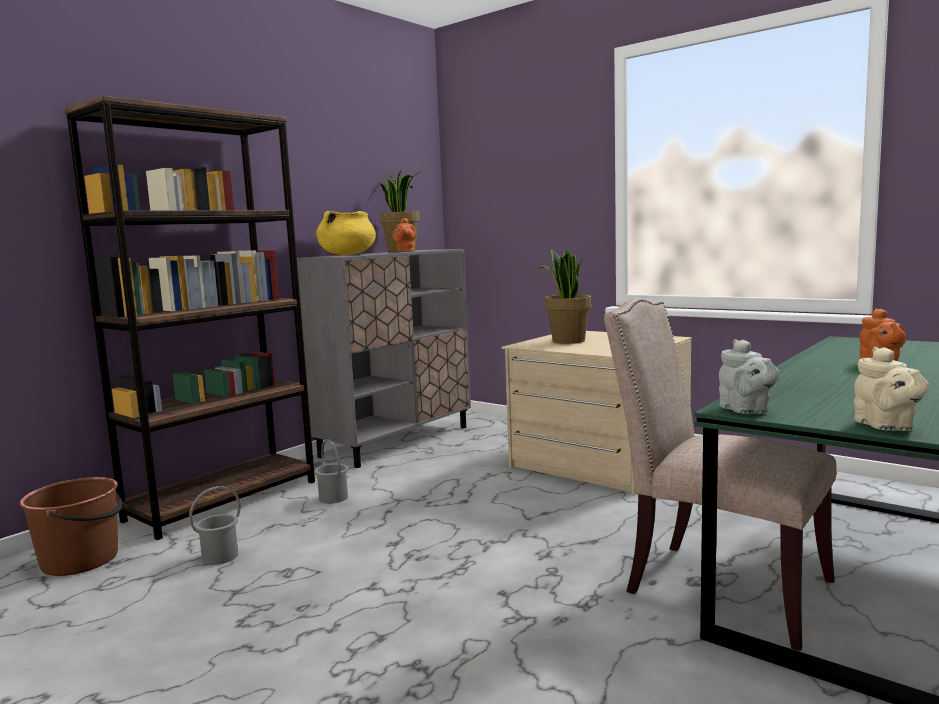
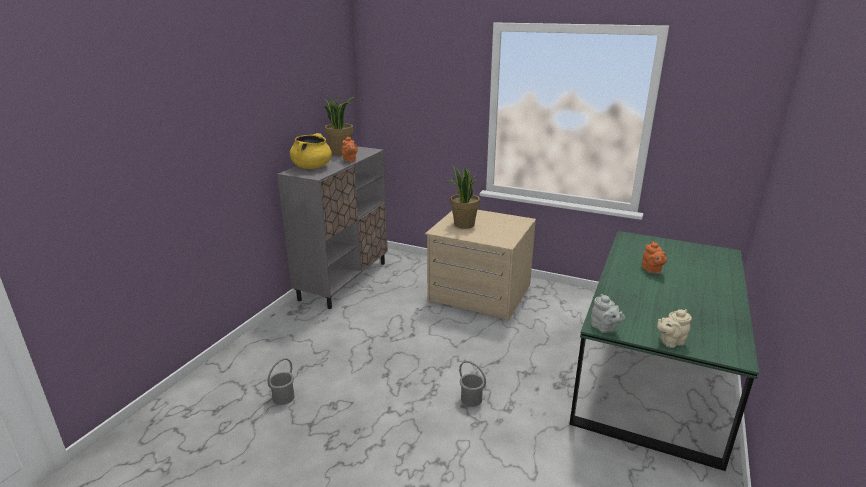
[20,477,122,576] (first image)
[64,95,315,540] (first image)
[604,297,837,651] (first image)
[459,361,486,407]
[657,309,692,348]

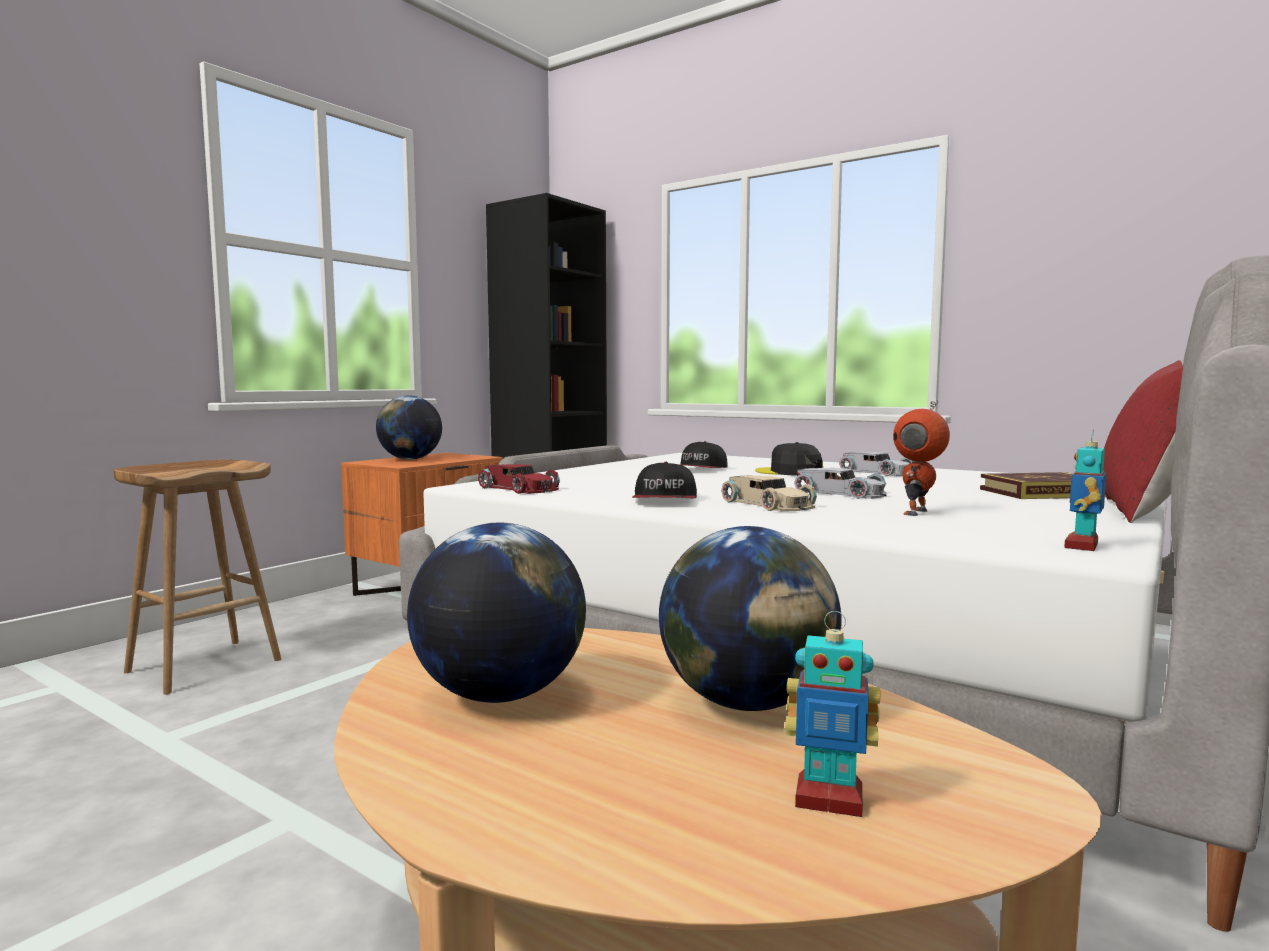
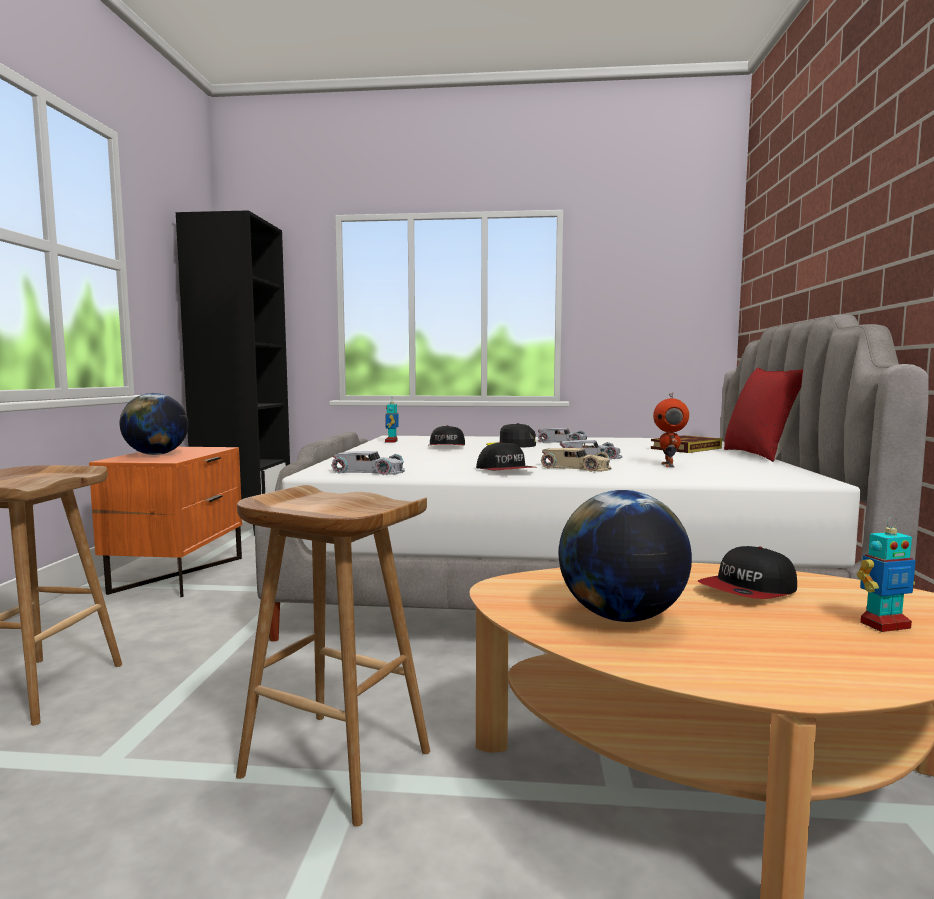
[236,485,430,827]
[385,397,399,443]
[698,546,797,599]
[331,451,405,475]

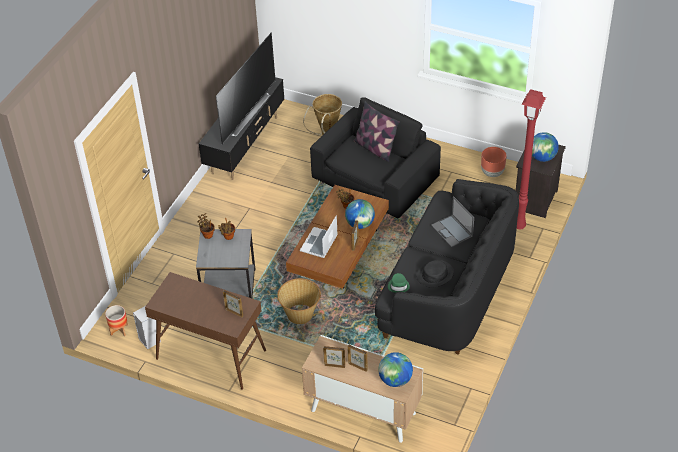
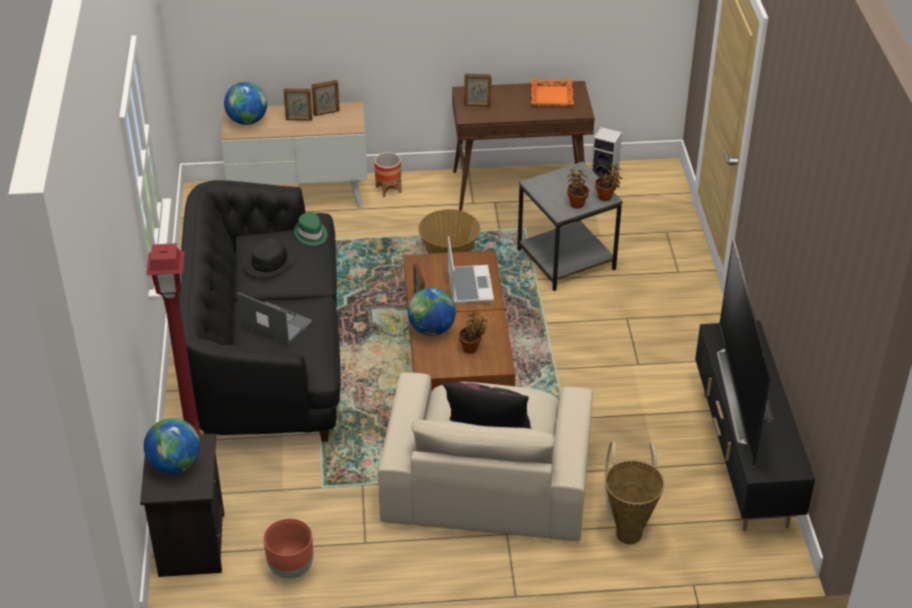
[531,79,574,106]
[374,152,402,197]
[378,372,593,541]

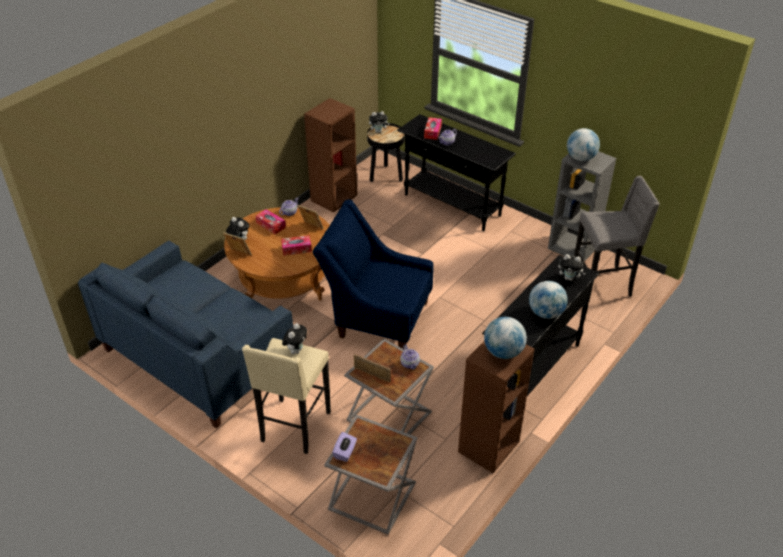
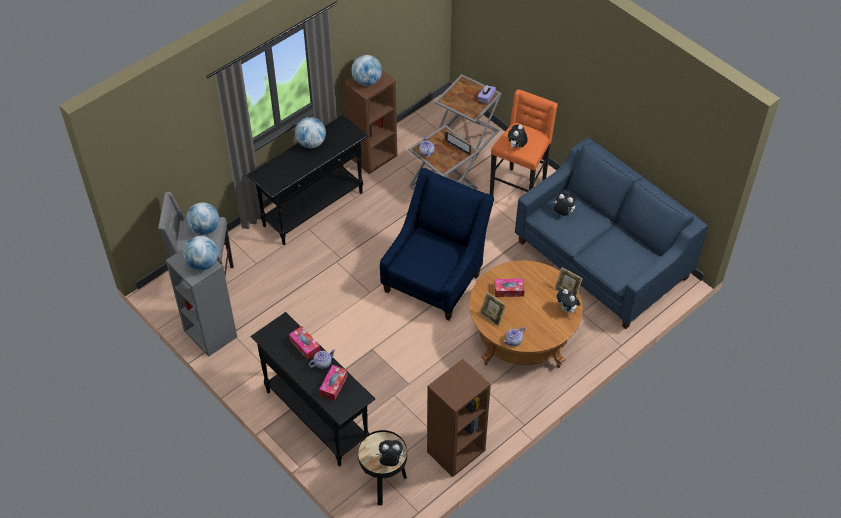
[186,202,219,235]
[289,326,321,360]
[553,193,577,216]
[490,89,558,196]
[380,168,494,320]

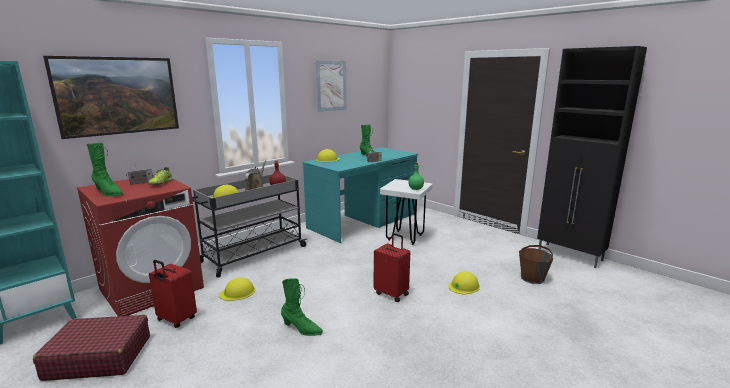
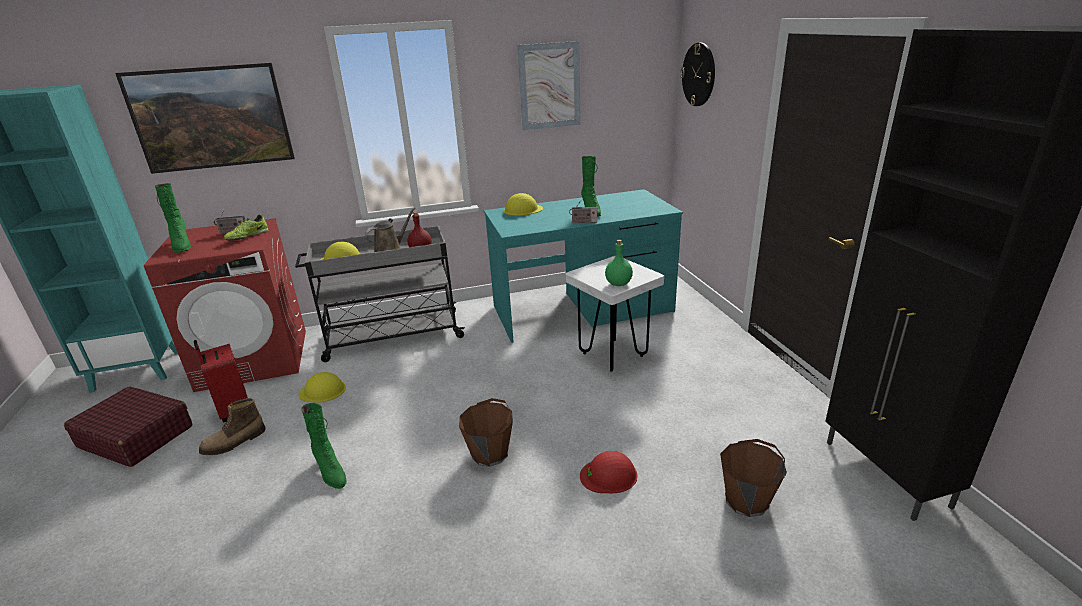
[199,398,266,455]
[680,43,715,106]
[459,398,513,467]
[580,451,638,493]

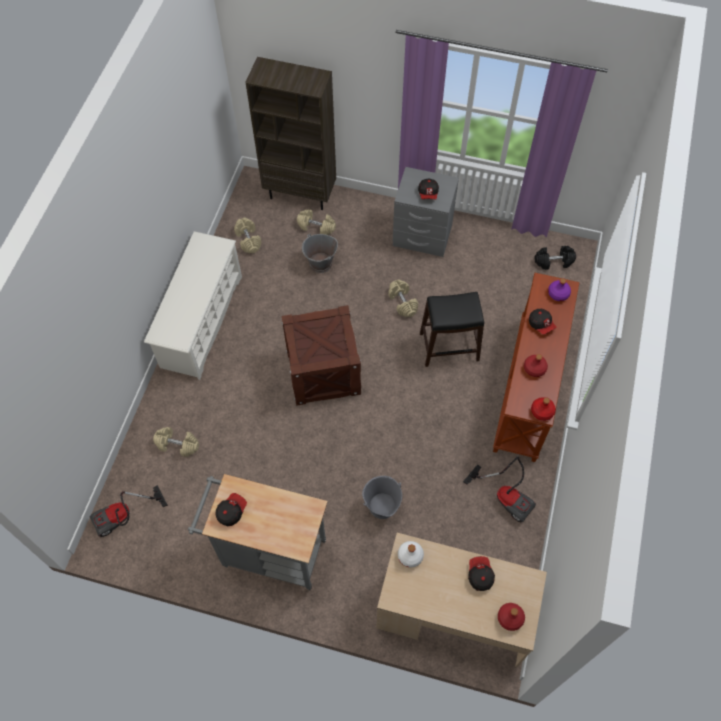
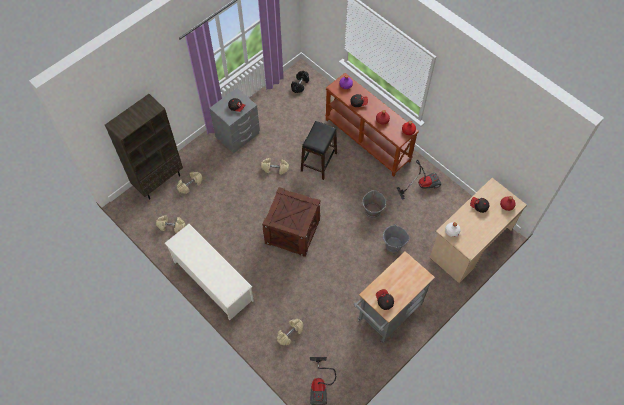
[361,190,387,218]

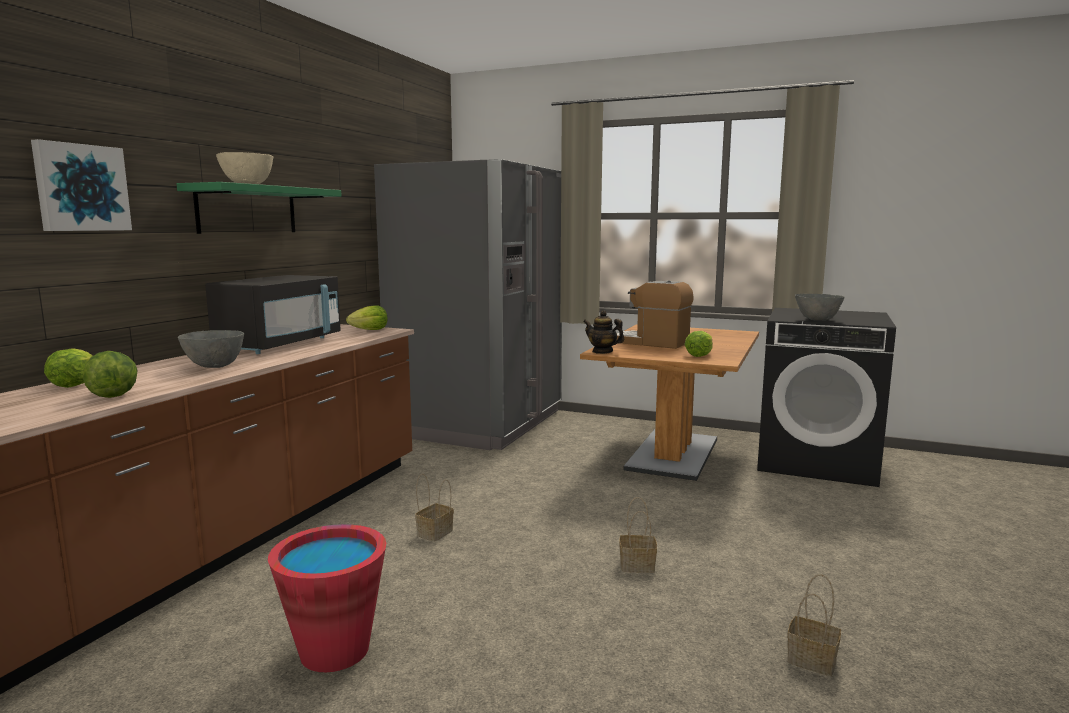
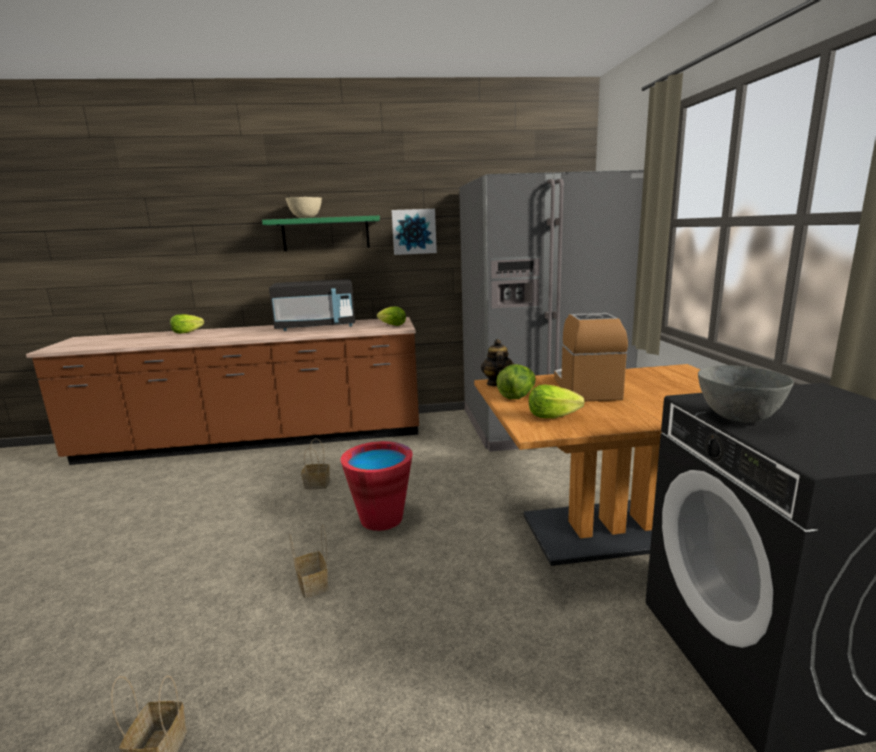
[178,330,244,368] (first image)
[391,209,437,255]
[496,364,536,399]
[341,441,413,531]

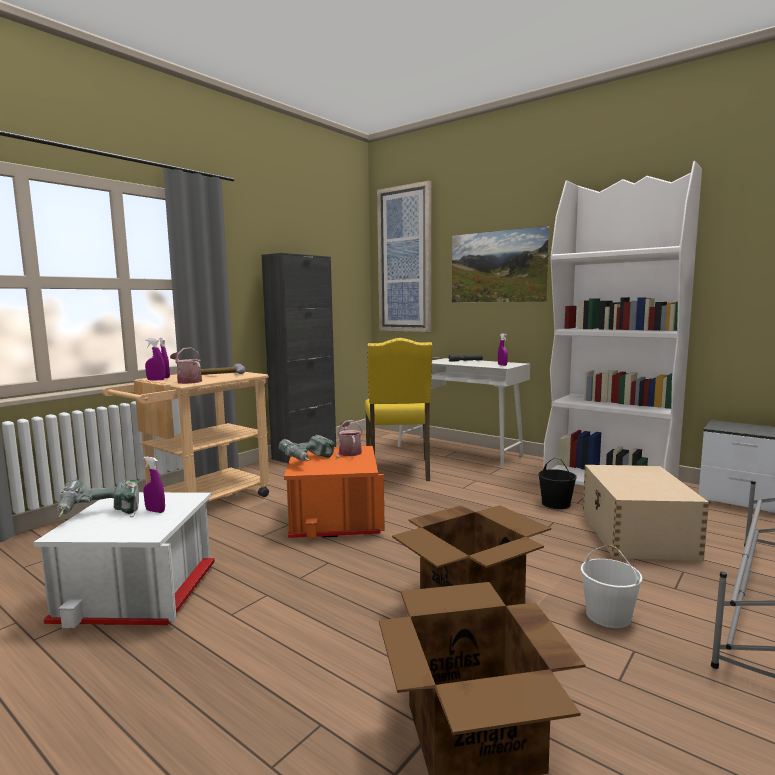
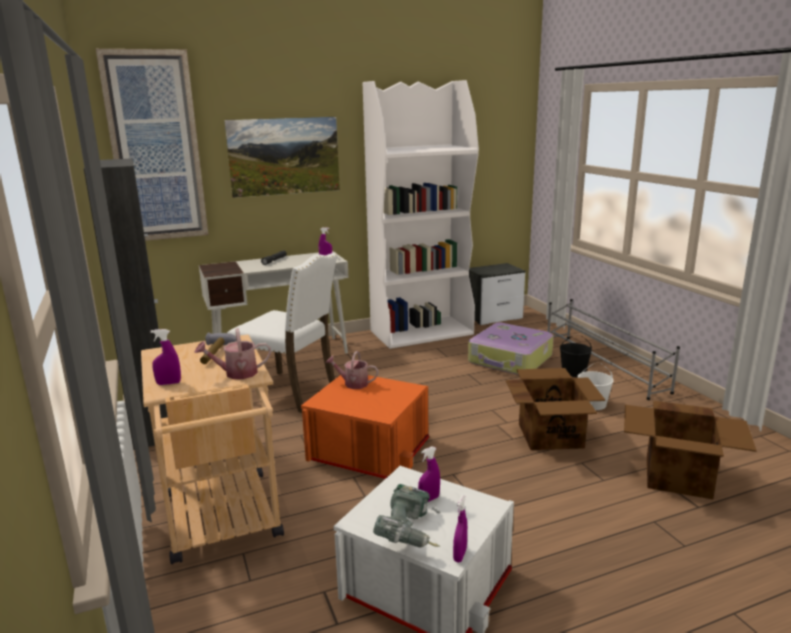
[279,435,340,461] (first image)
[453,495,467,562]
[560,334,592,377]
[468,322,554,375]
[227,253,337,413]

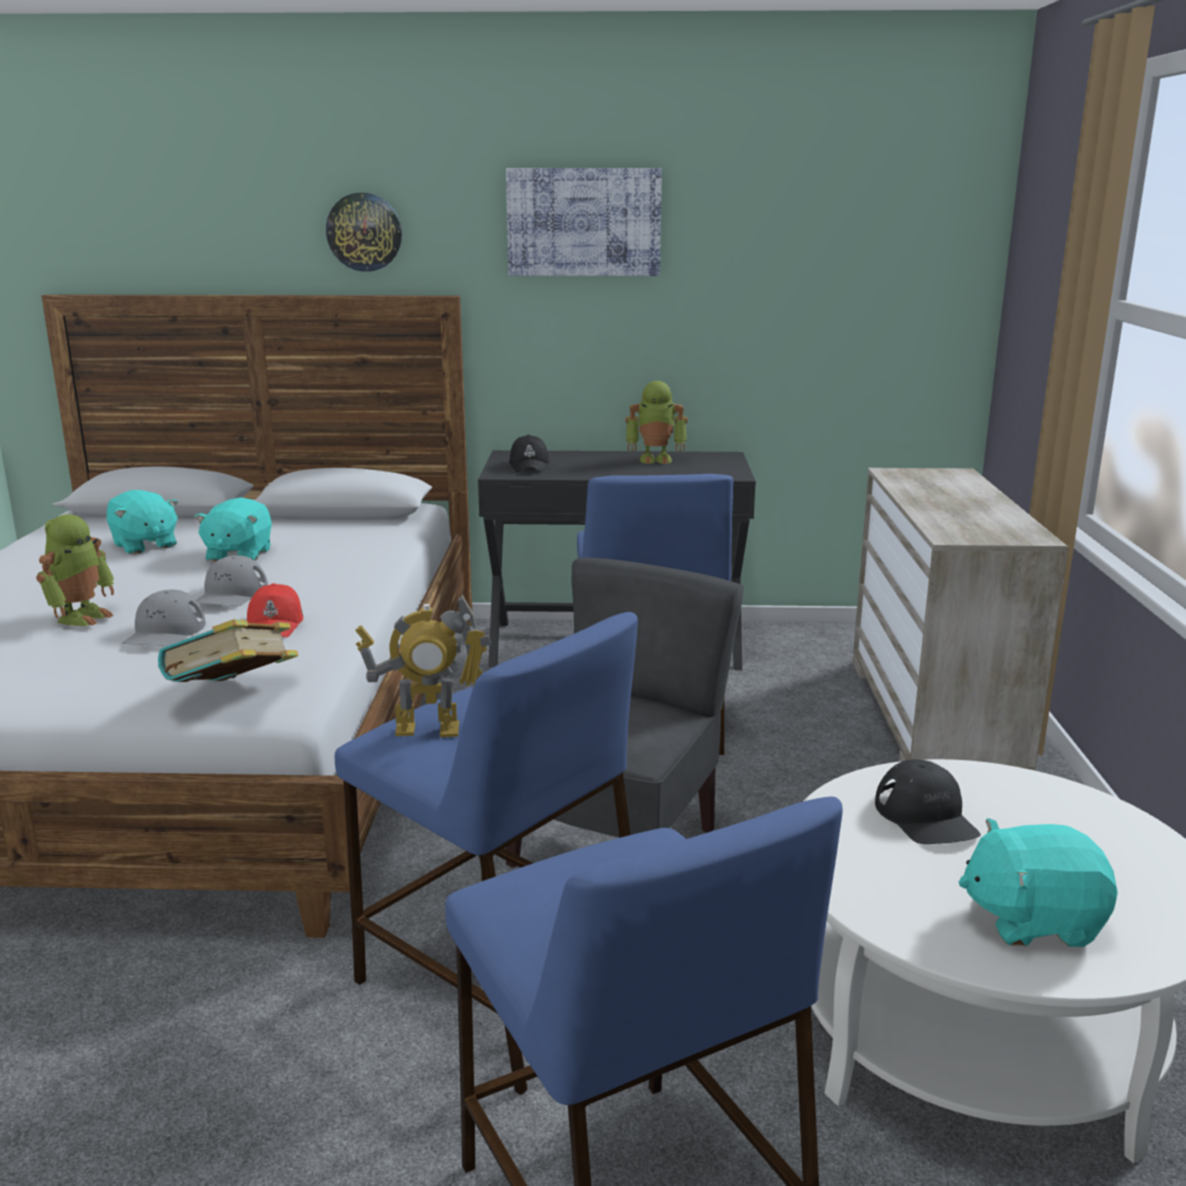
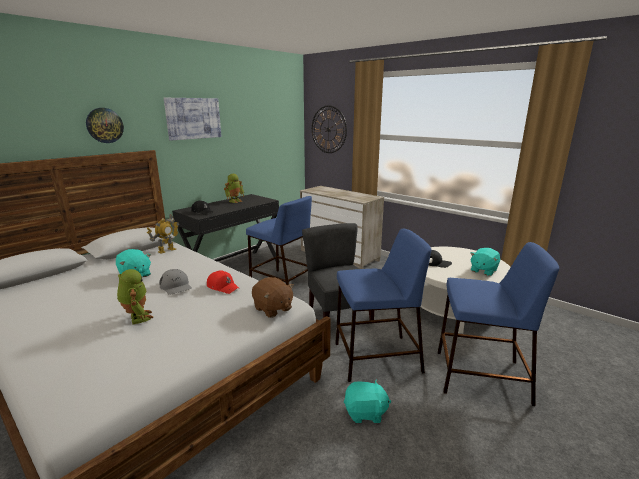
[122,590,206,646] (first image)
[312,105,347,153]
[344,379,391,423]
[147,214,179,254]
[252,277,294,318]

